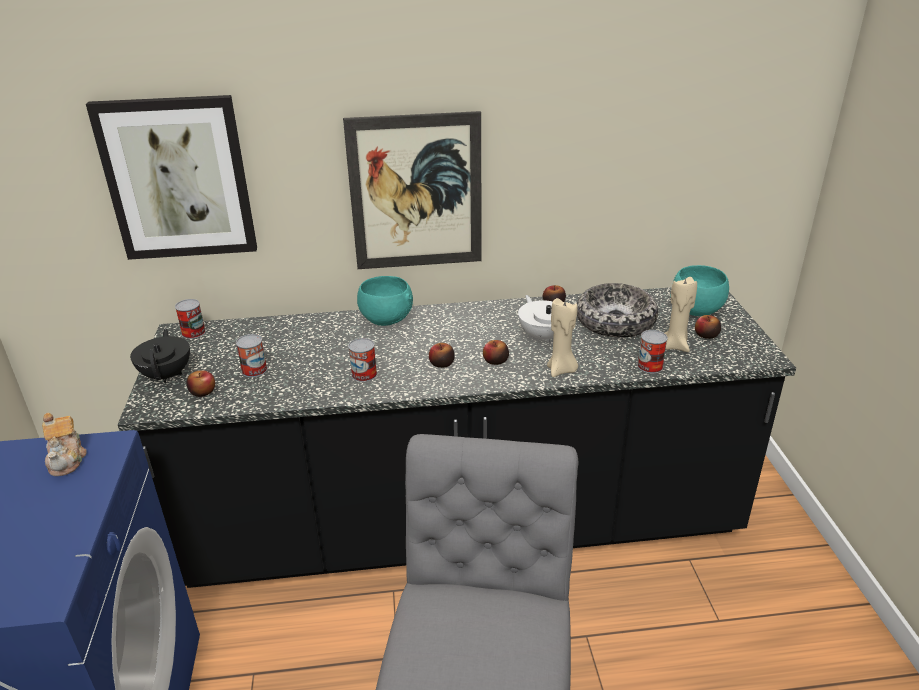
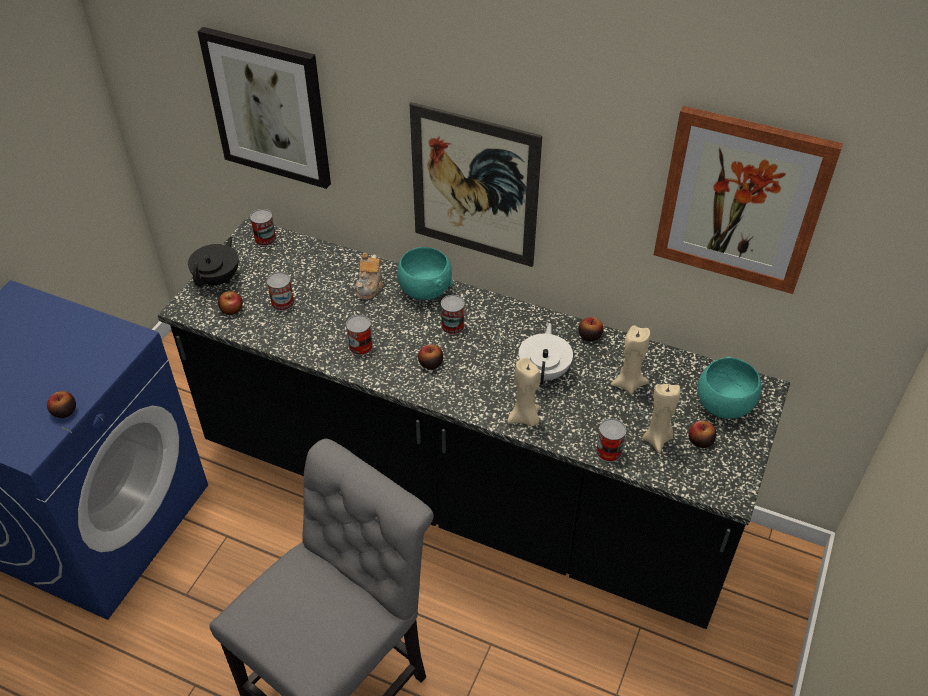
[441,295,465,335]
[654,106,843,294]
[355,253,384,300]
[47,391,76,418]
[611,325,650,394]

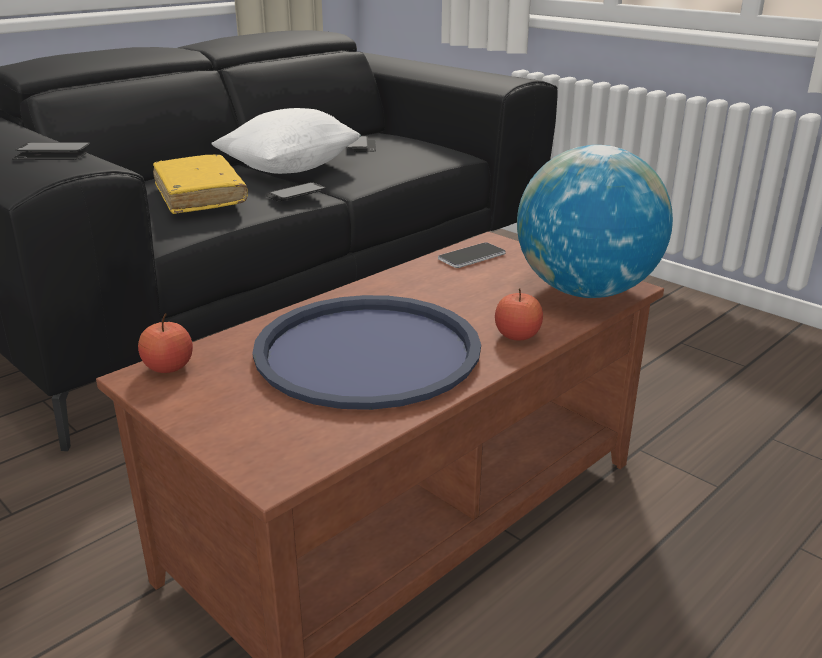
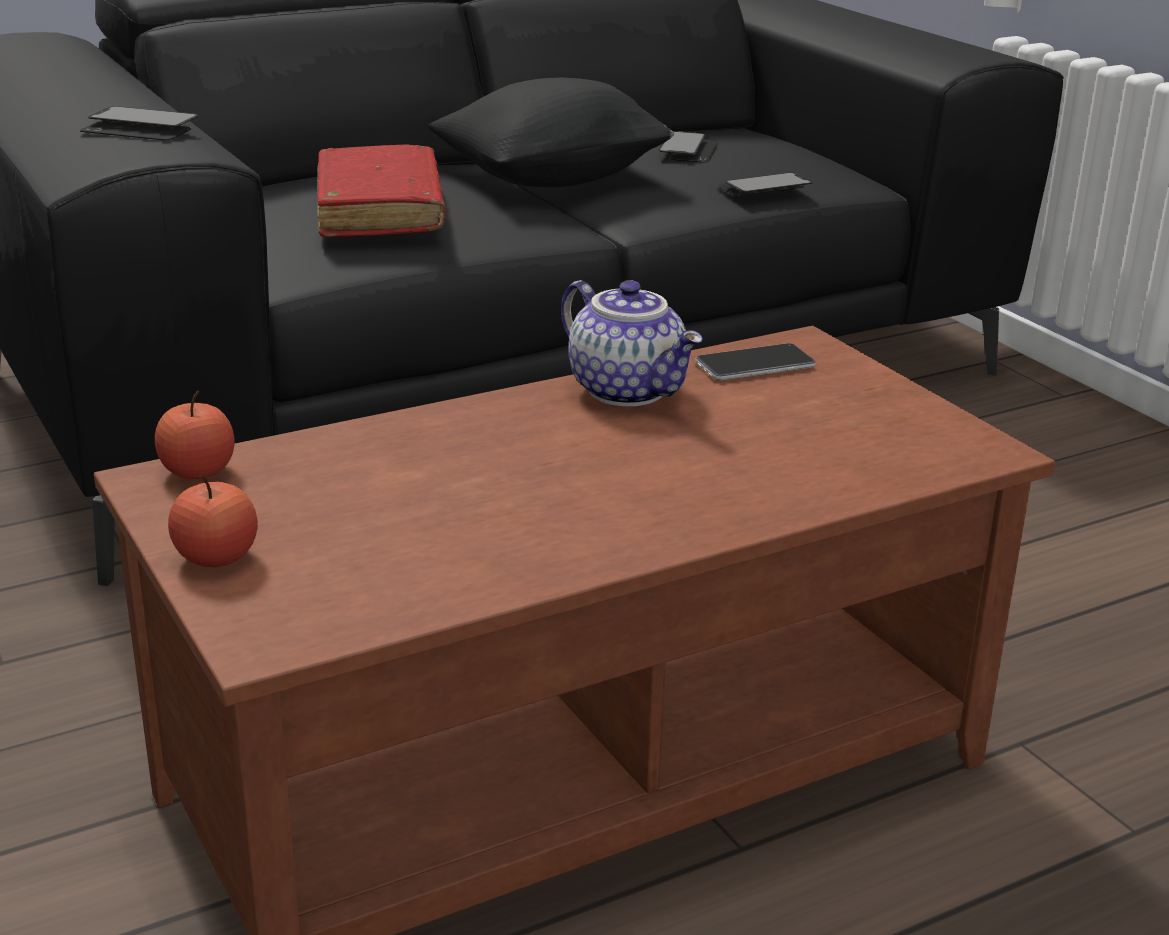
[252,295,481,410] (first image)
[517,145,673,298] (first image)
[561,280,703,407]
[718,172,813,196]
[168,475,258,567]
[317,144,445,237]
[428,78,674,187]

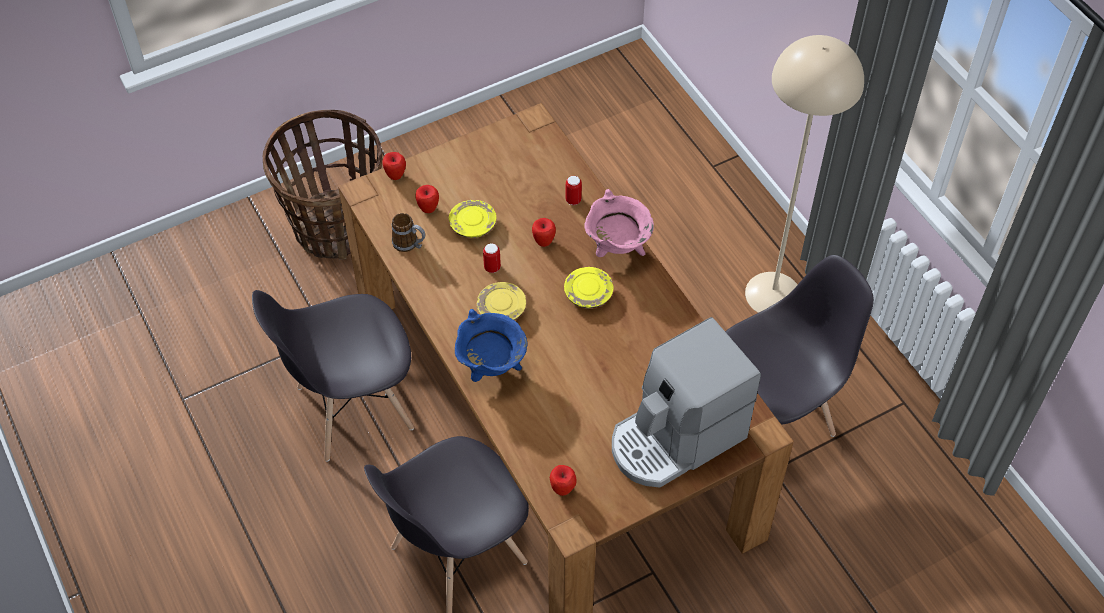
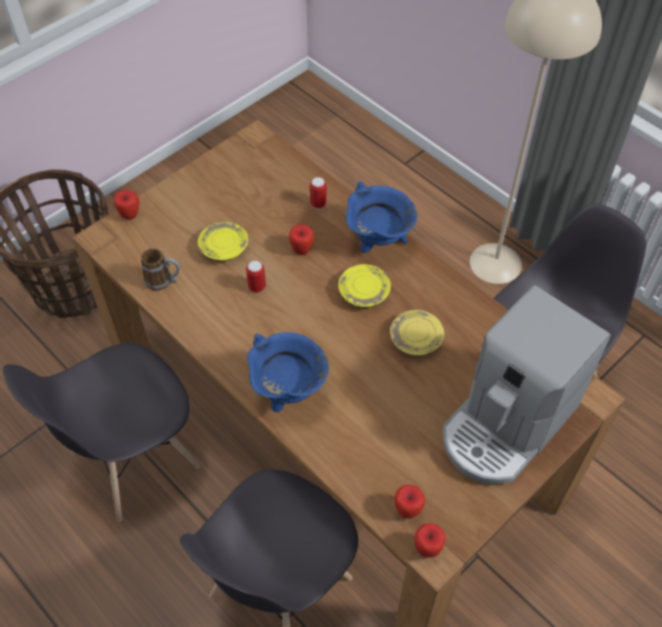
[414,523,446,558]
[390,310,444,356]
[346,181,417,253]

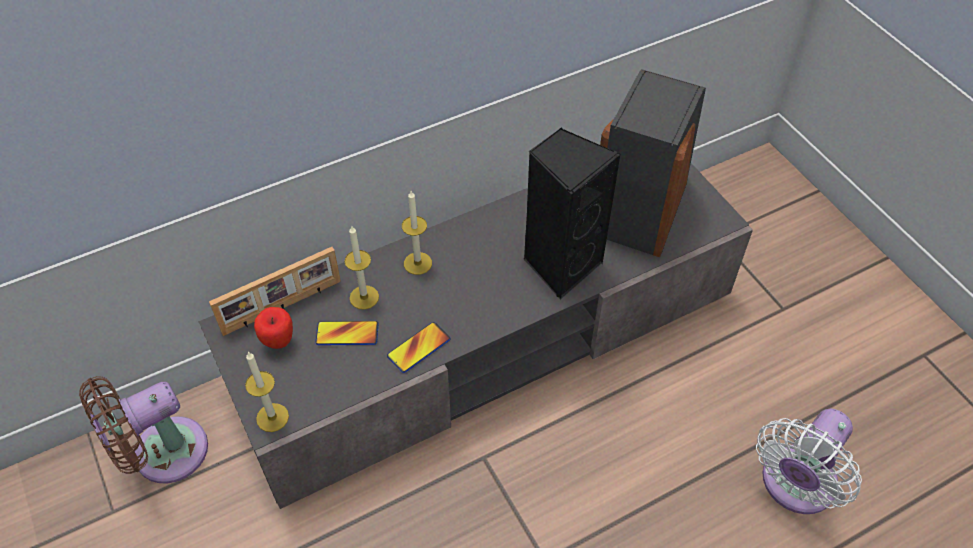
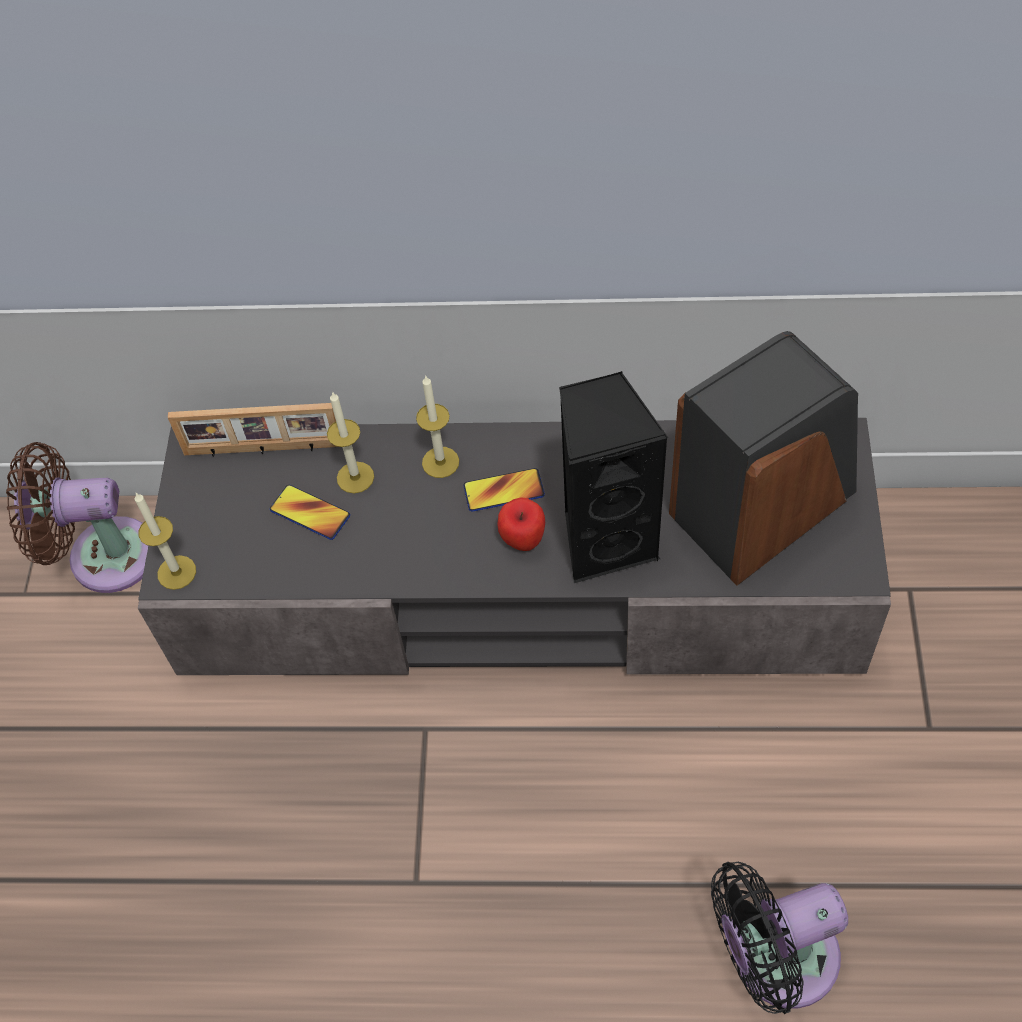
[497,497,545,551]
[463,468,545,512]
[711,862,848,1014]

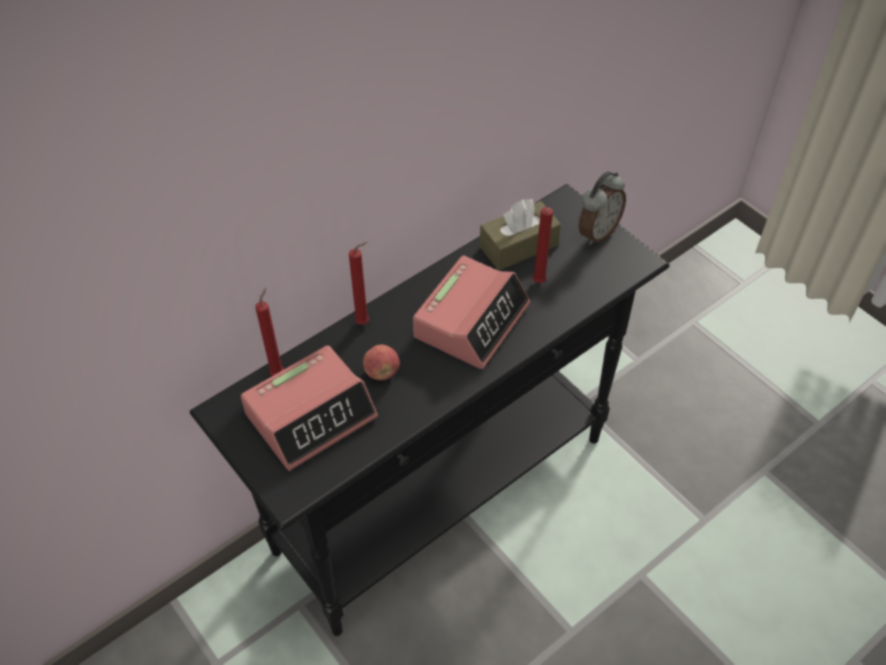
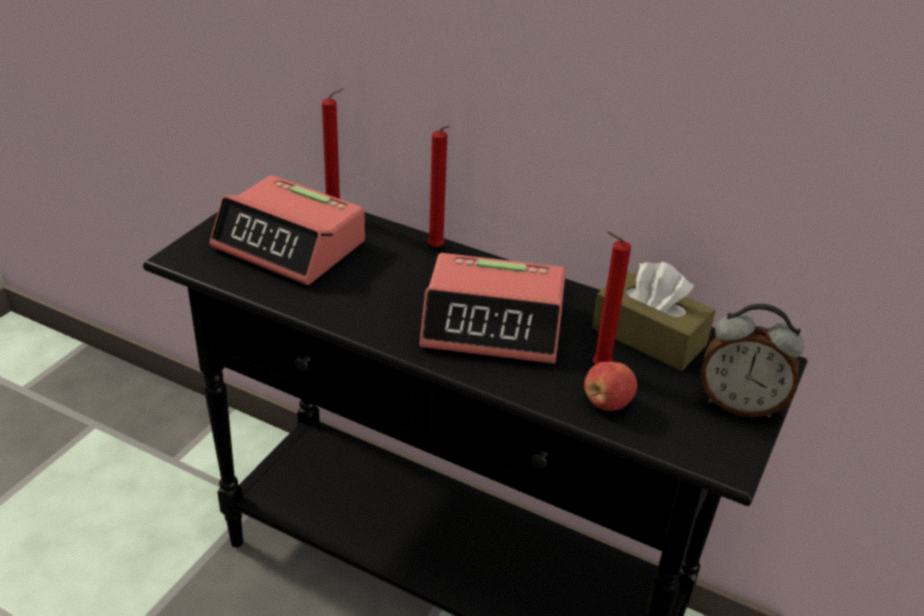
[584,362,637,411]

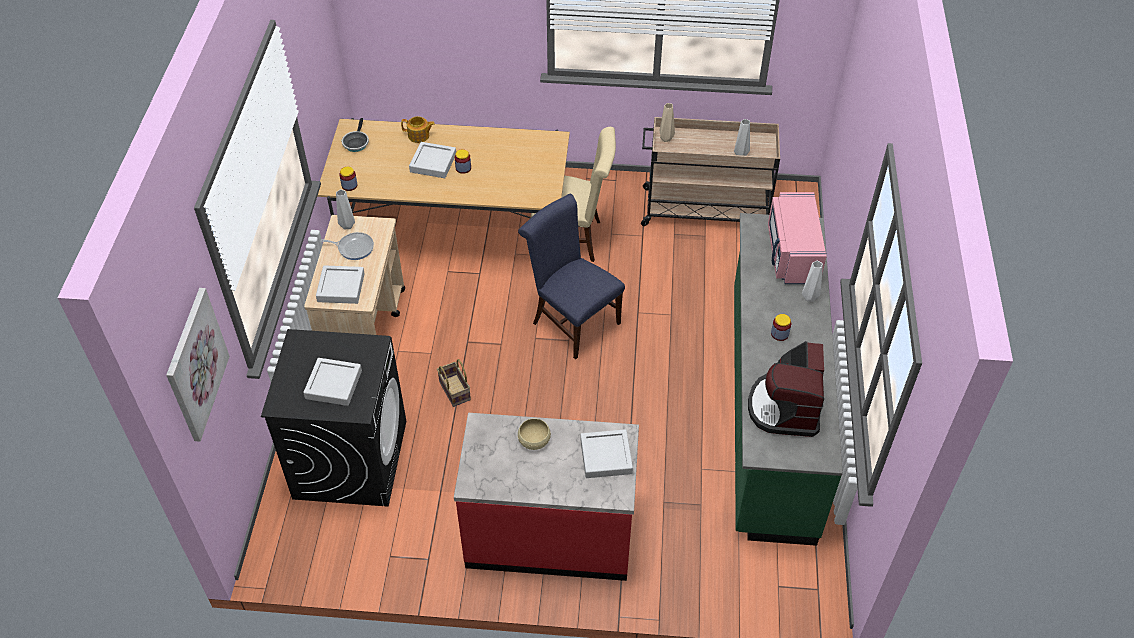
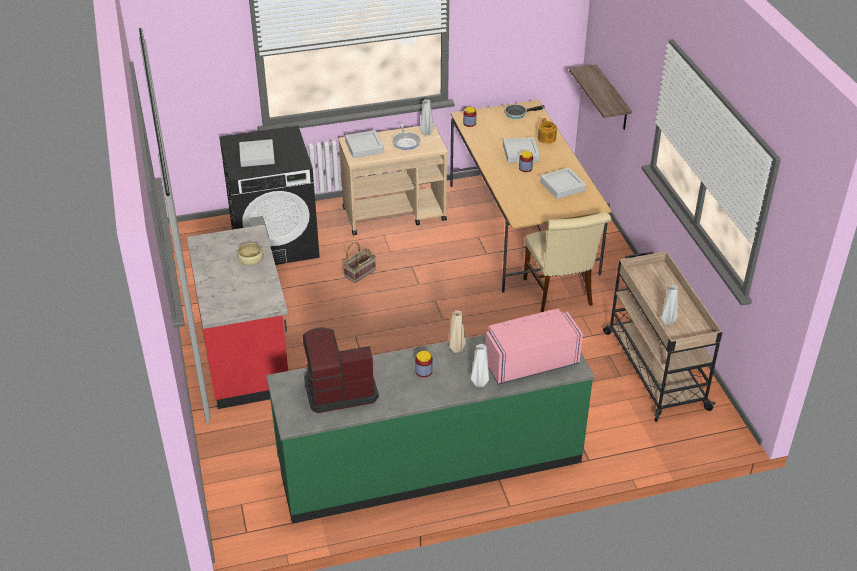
[166,288,230,442] (first image)
[518,193,625,359] (first image)
[569,65,632,130]
[540,167,586,199]
[449,310,466,353]

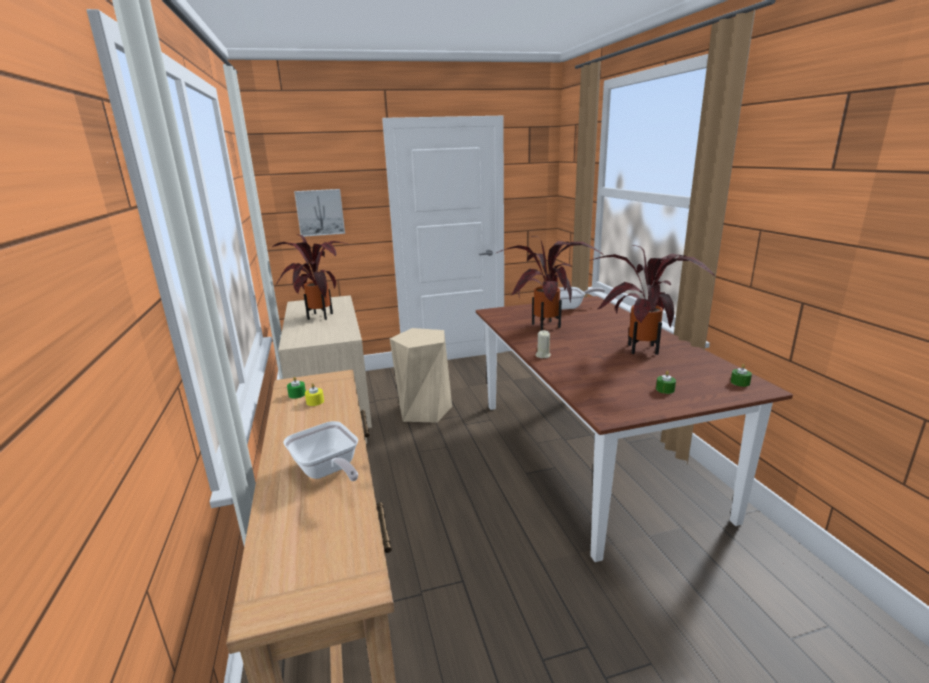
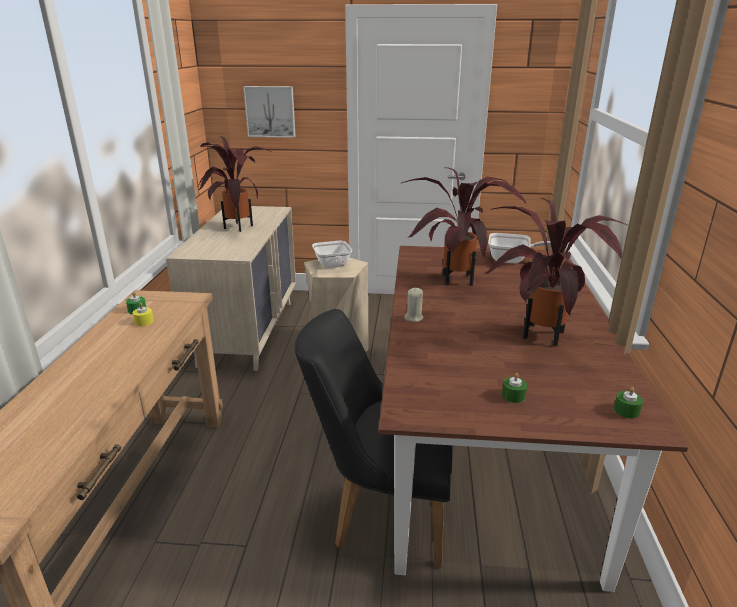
[294,309,453,568]
[312,241,352,268]

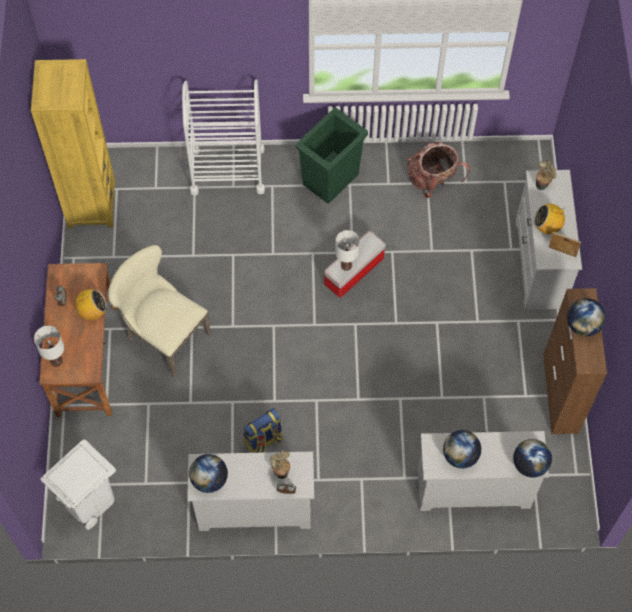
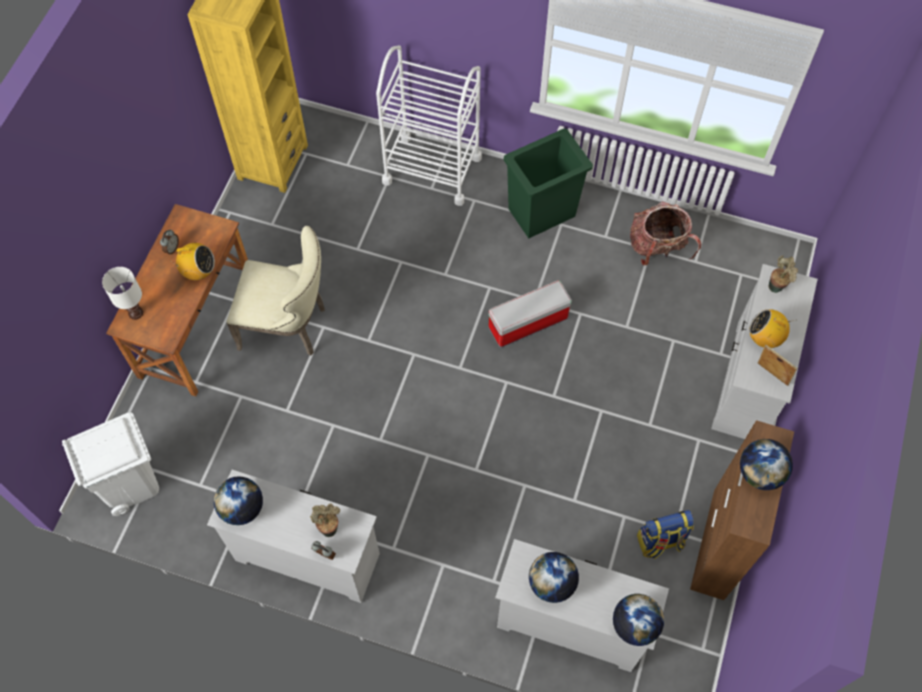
[335,230,360,271] (first image)
[637,510,694,559]
[226,226,325,356]

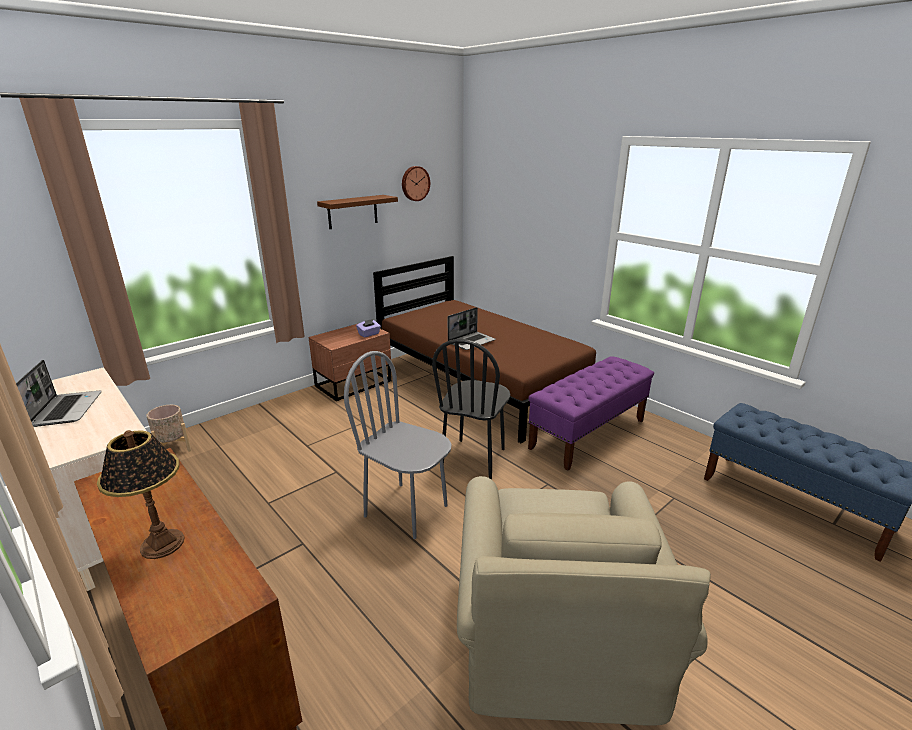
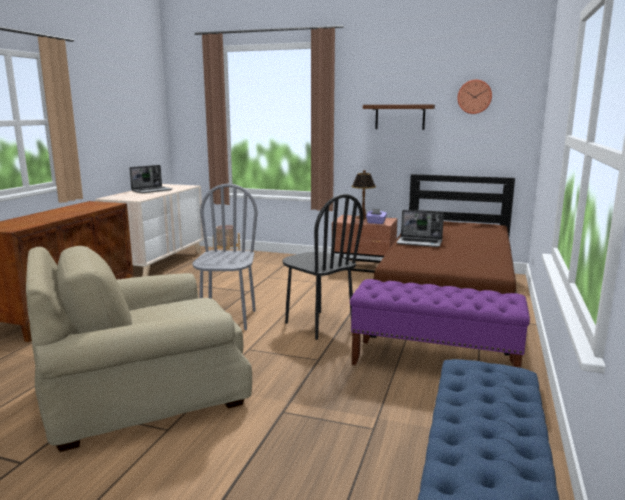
[351,170,376,219]
[283,194,363,340]

